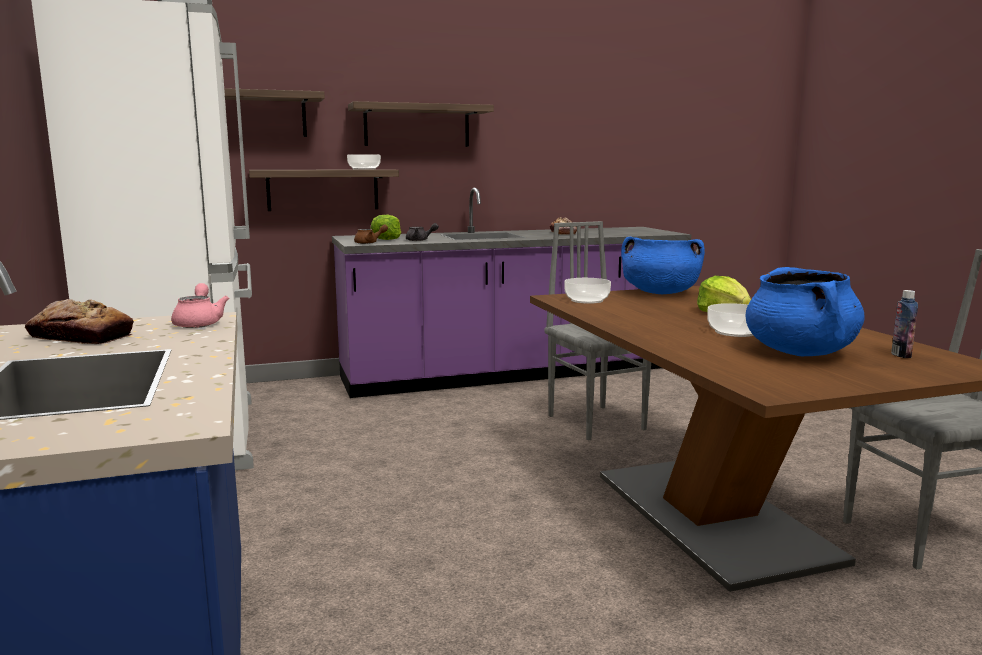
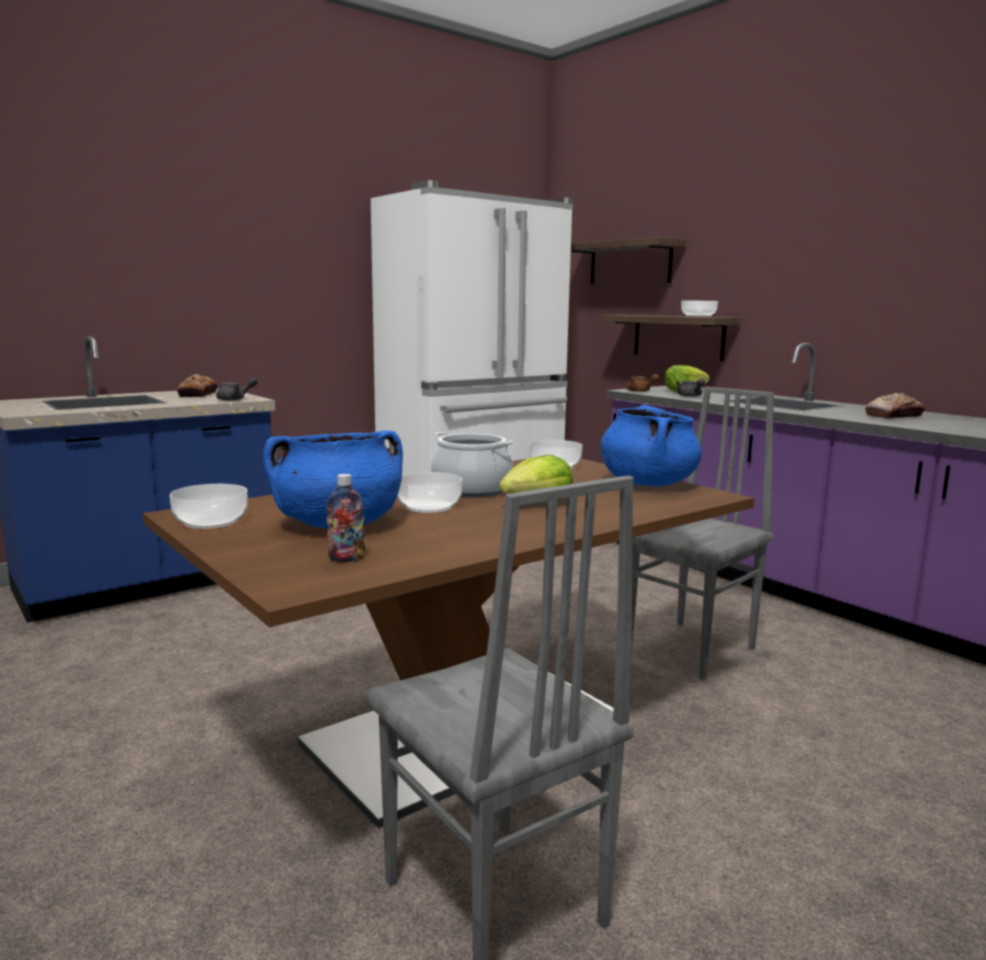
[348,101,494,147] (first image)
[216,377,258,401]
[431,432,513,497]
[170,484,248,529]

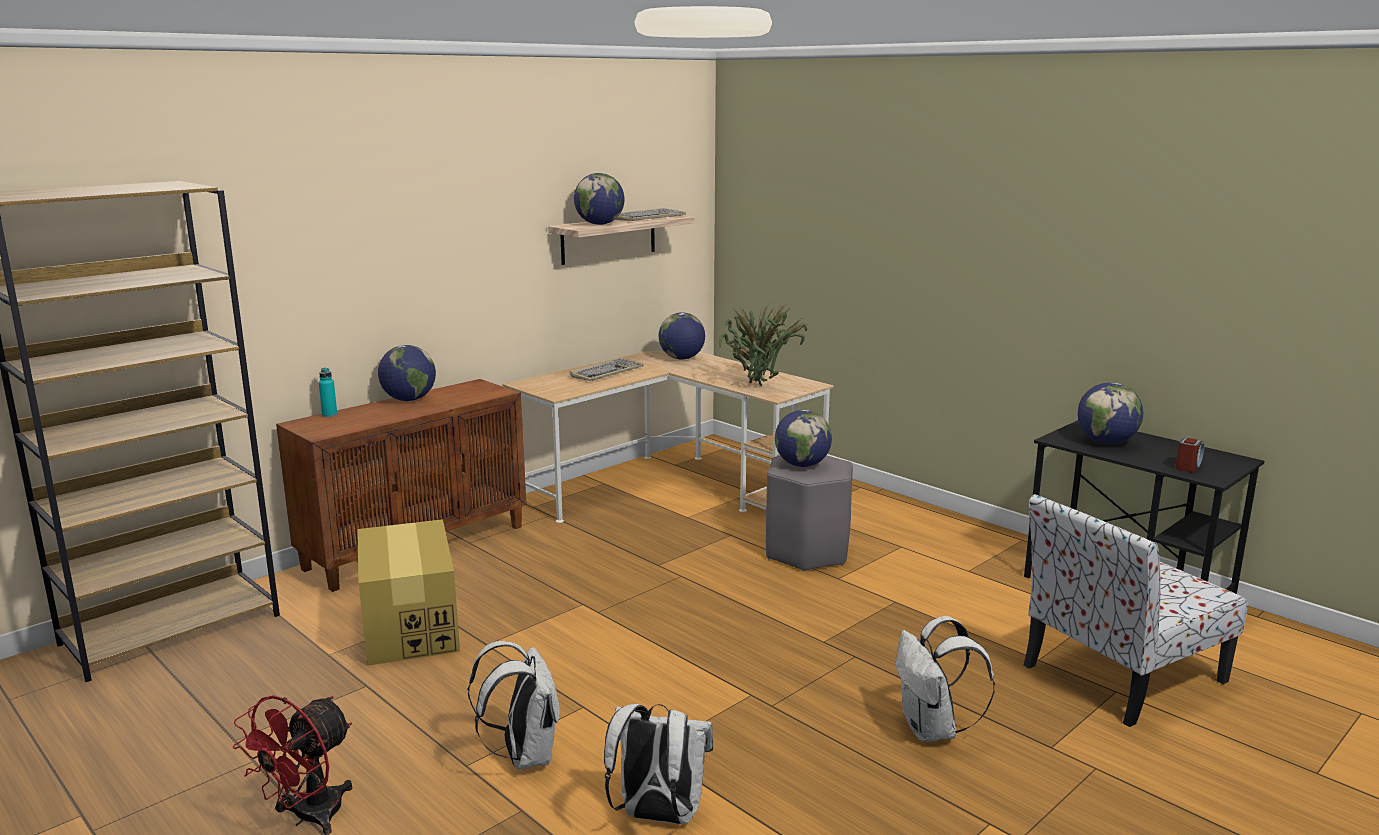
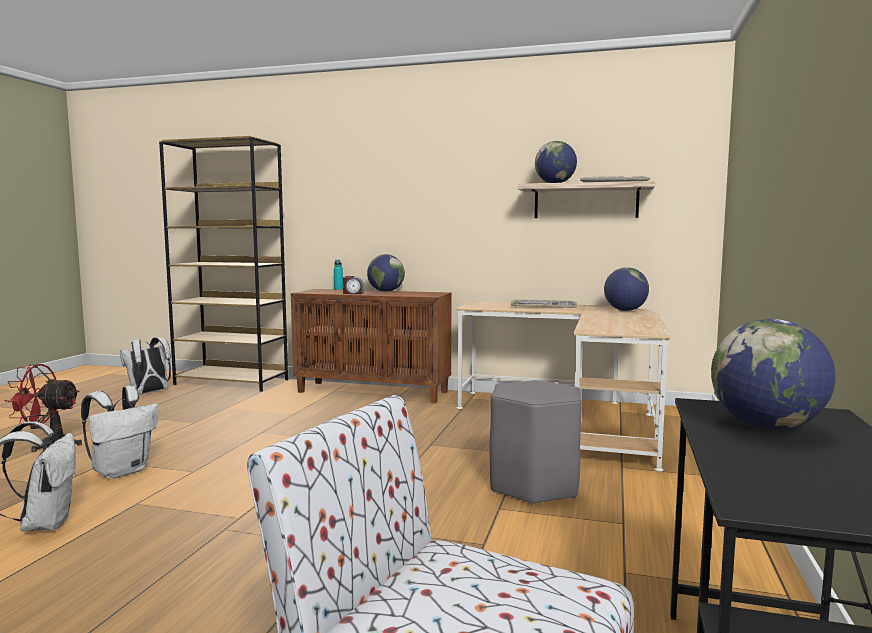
[719,301,808,386] (first image)
[775,410,832,467] (first image)
[343,276,364,294]
[357,519,460,666] (first image)
[120,337,171,394]

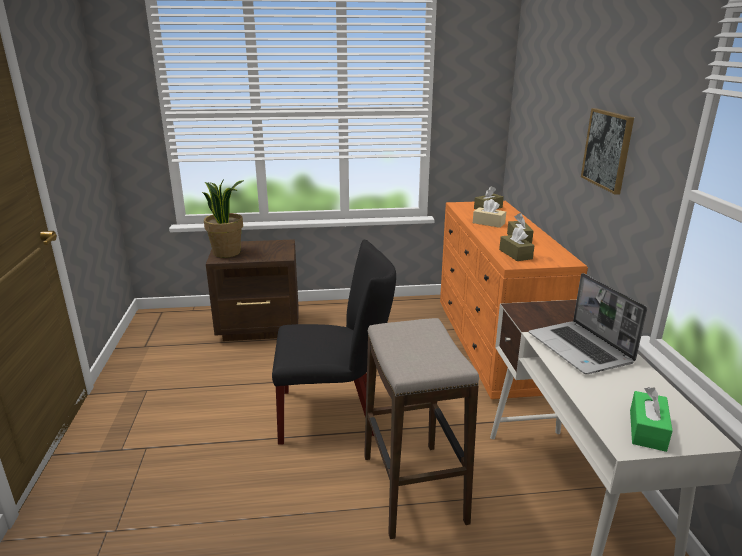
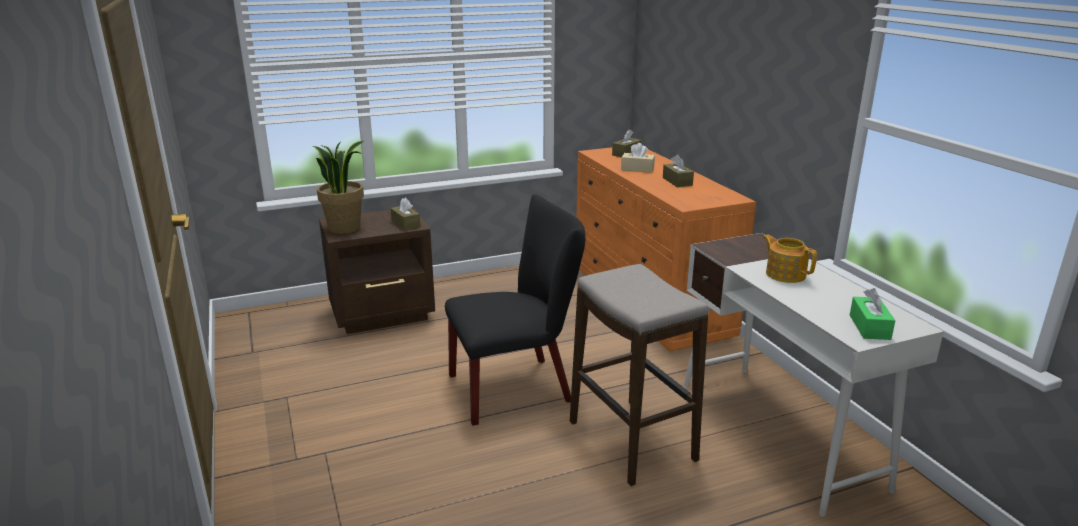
[581,108,634,195] (first image)
[390,198,420,230]
[763,234,817,283]

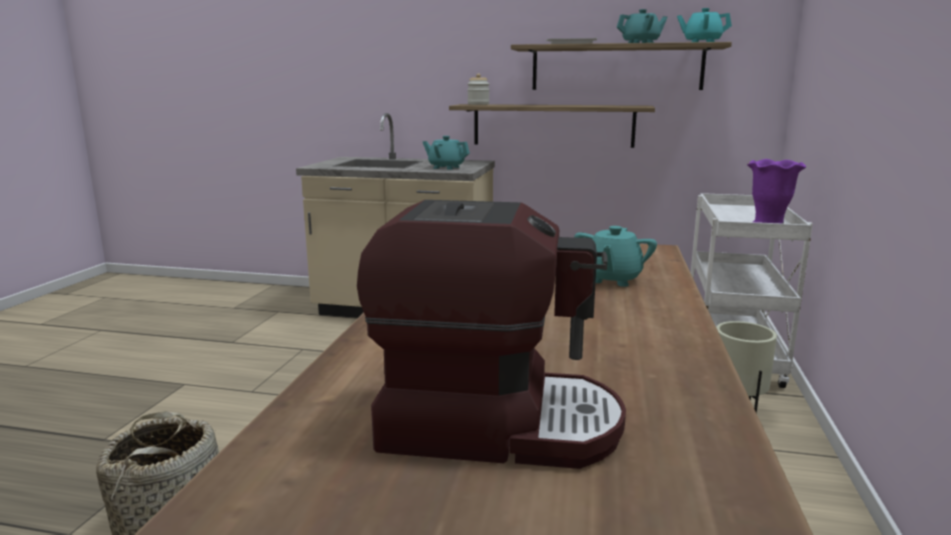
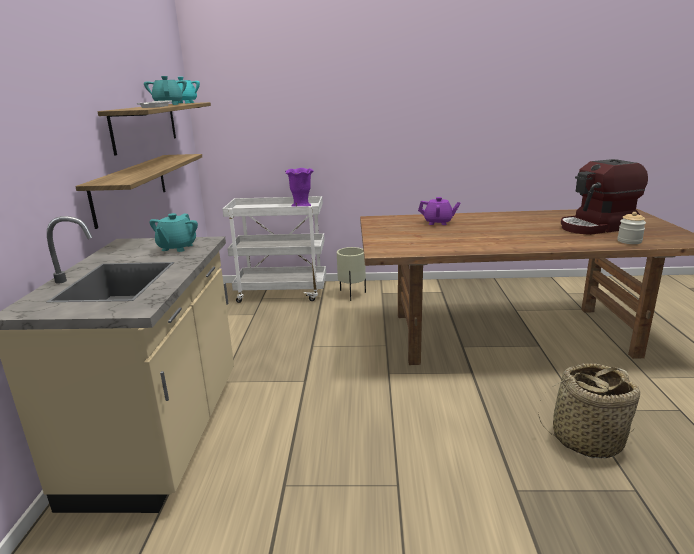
[617,212,646,244]
[561,159,648,235]
[418,197,460,225]

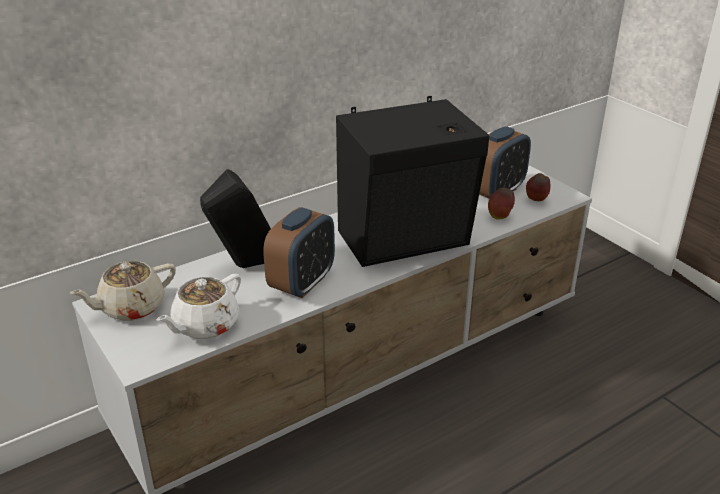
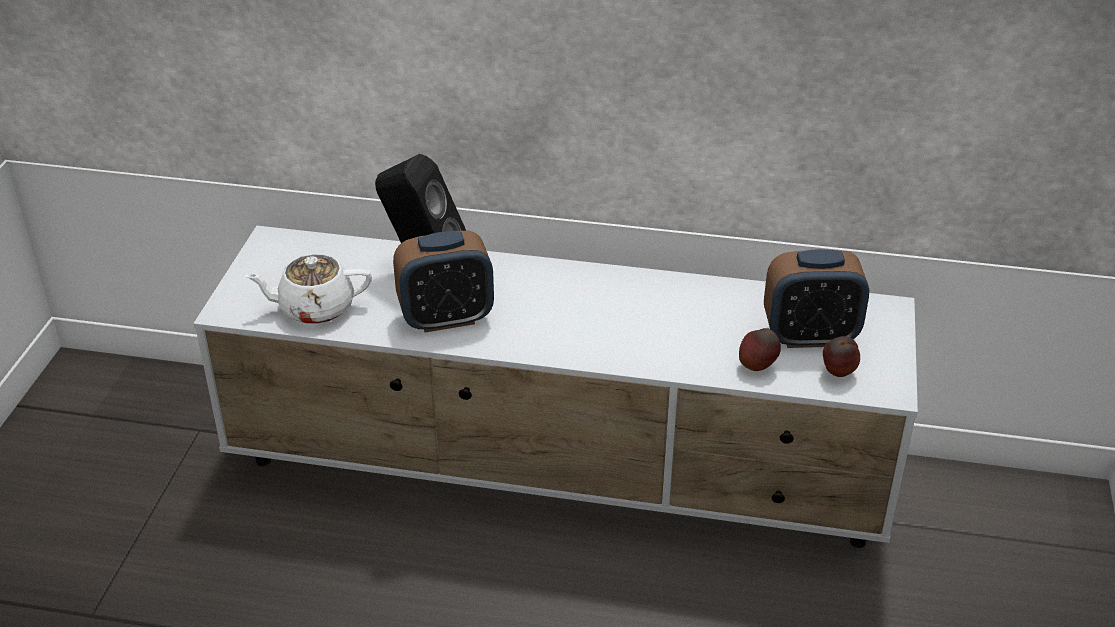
[336,96,489,267] (first image)
[70,261,176,321] (first image)

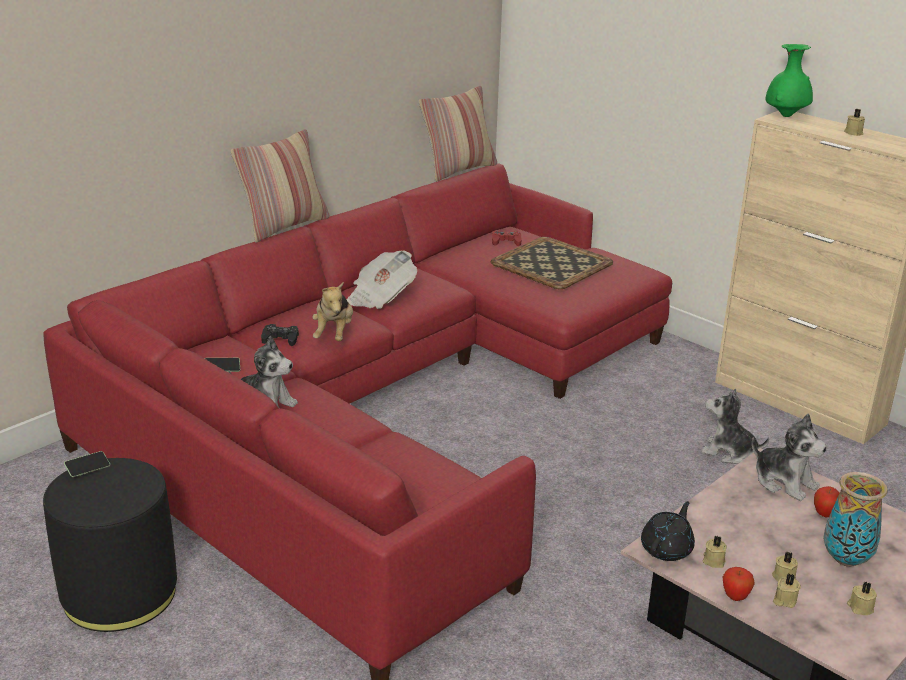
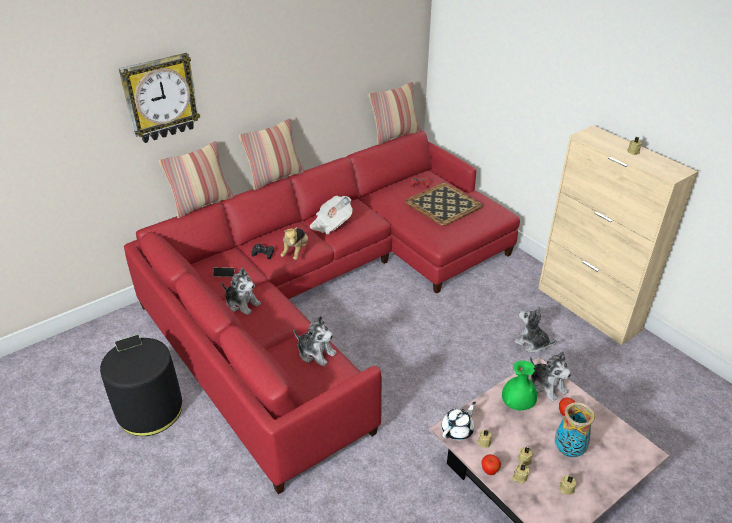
[502,361,537,410]
[442,402,476,440]
[119,53,200,143]
[159,141,234,219]
[293,316,337,367]

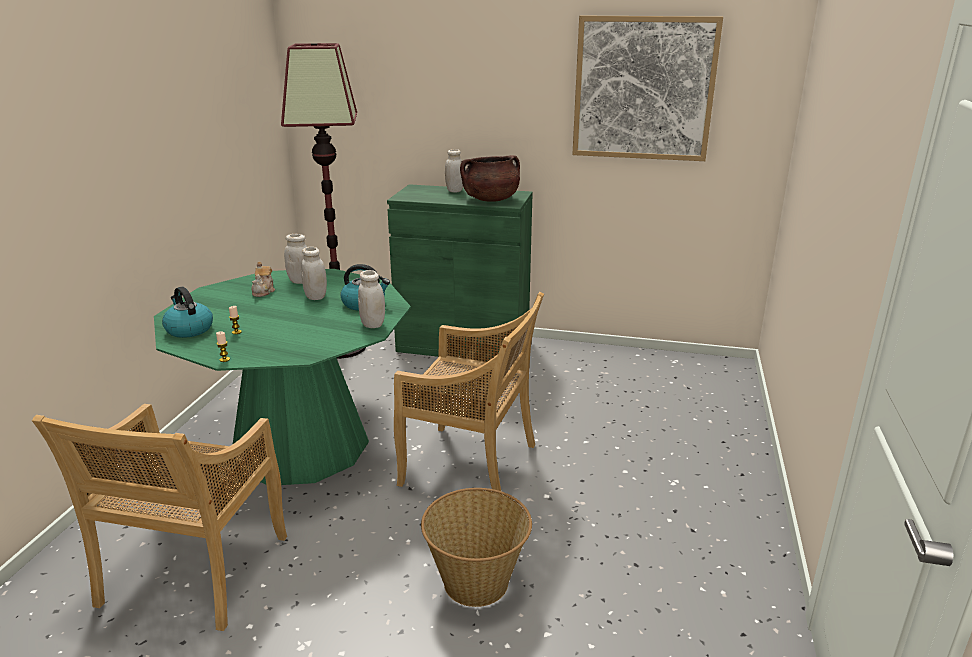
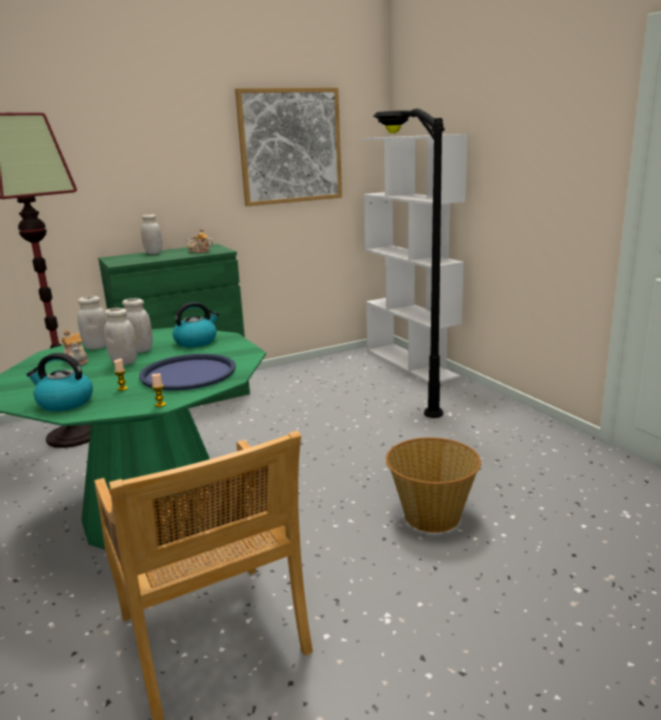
[185,228,213,253]
[104,308,137,365]
[394,292,544,495] (first image)
[373,108,445,418]
[362,134,468,383]
[139,354,236,390]

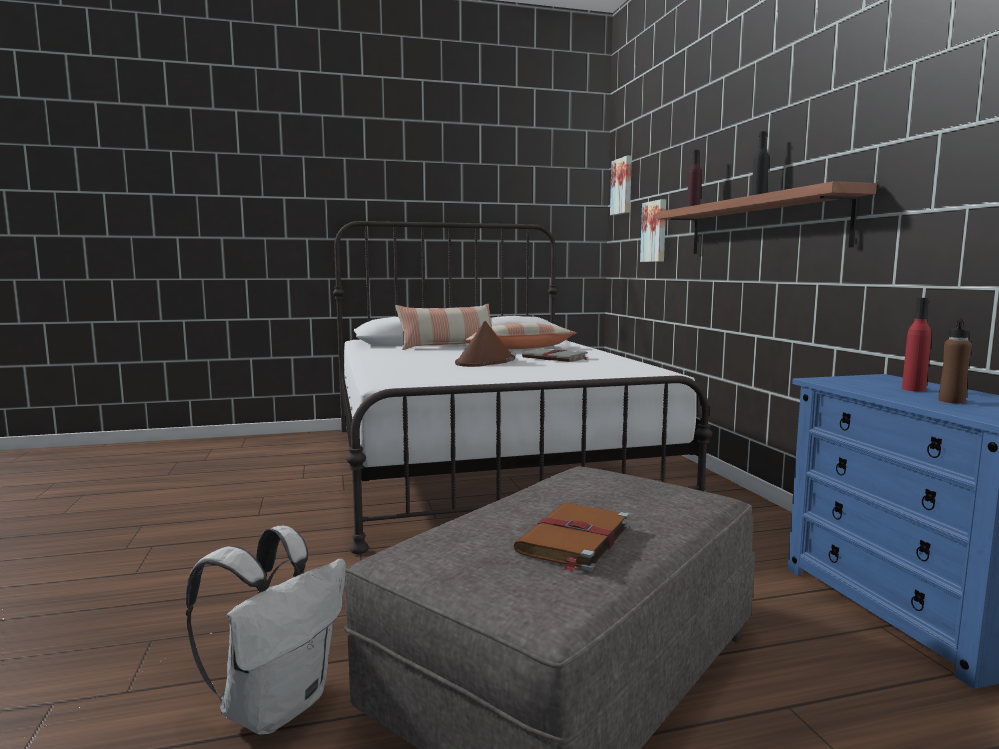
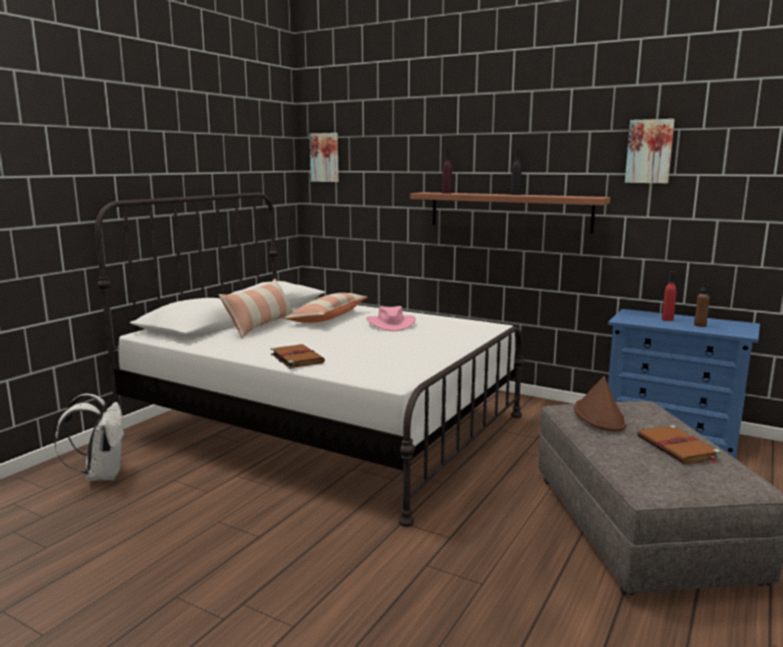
[625,119,675,183]
[574,376,626,432]
[366,306,416,331]
[54,394,125,481]
[271,344,325,369]

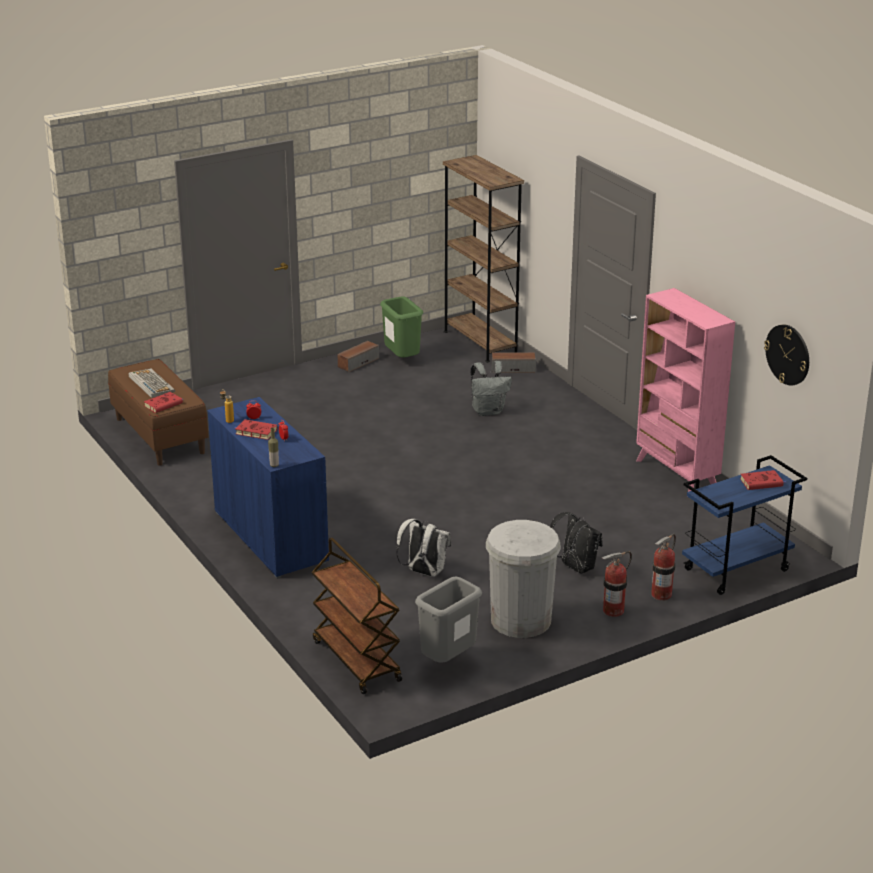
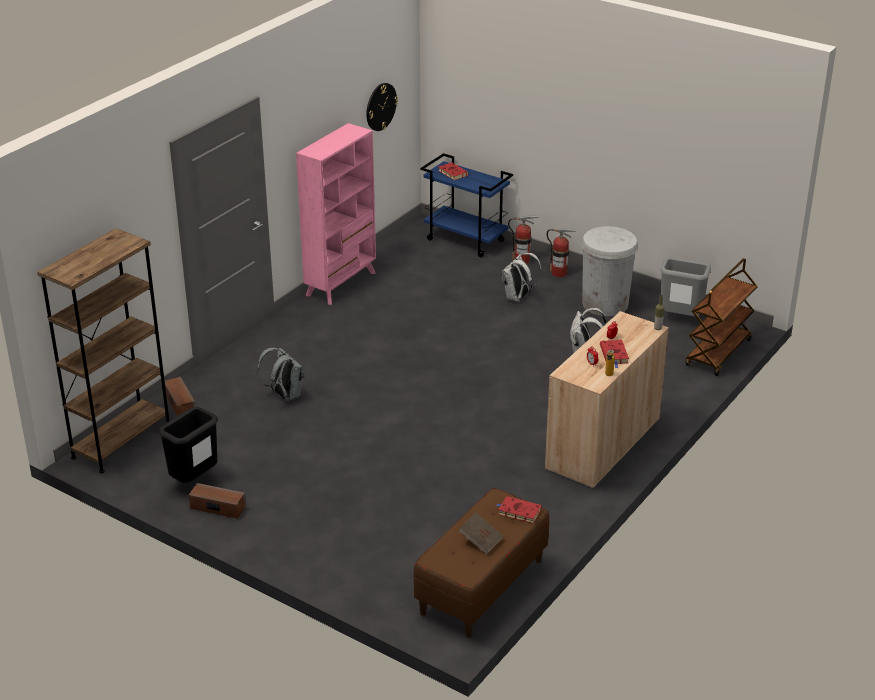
[158,407,218,483]
[458,513,503,554]
[545,311,669,489]
[502,253,542,302]

